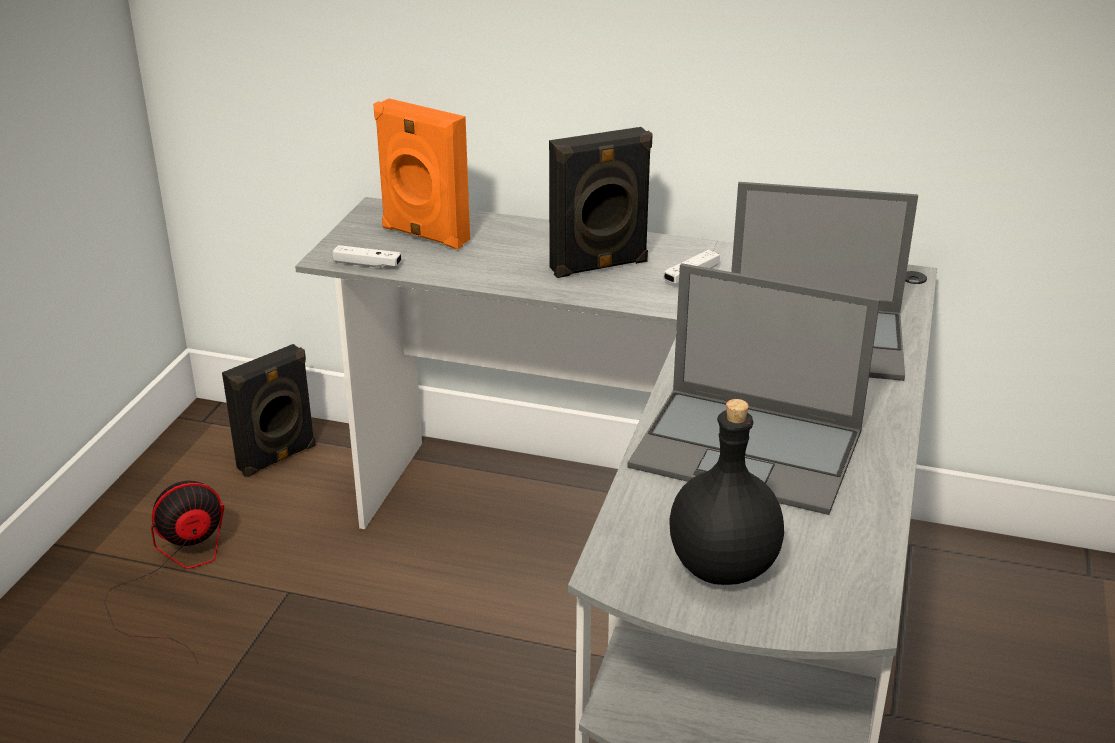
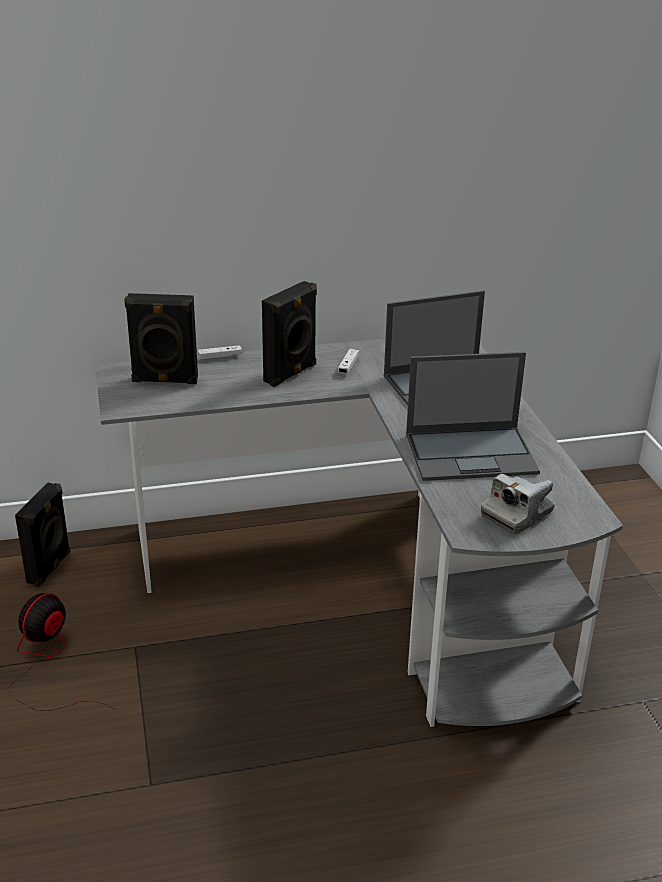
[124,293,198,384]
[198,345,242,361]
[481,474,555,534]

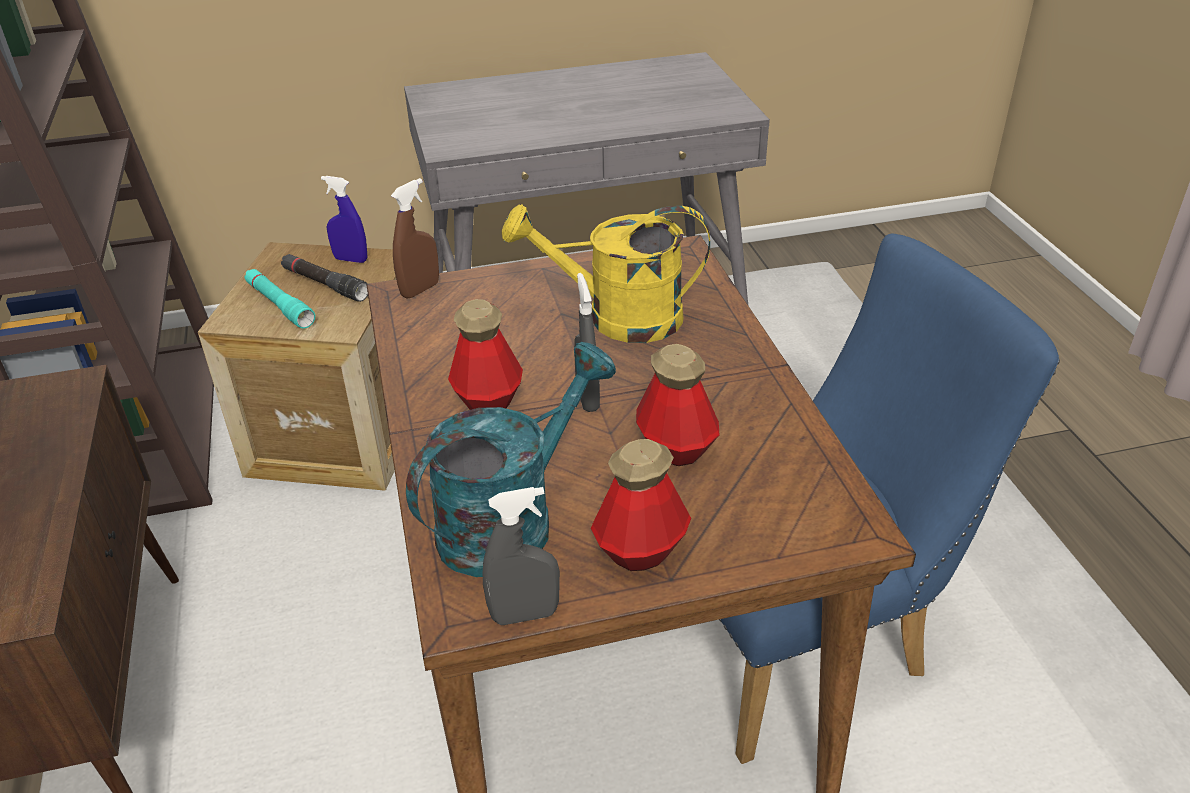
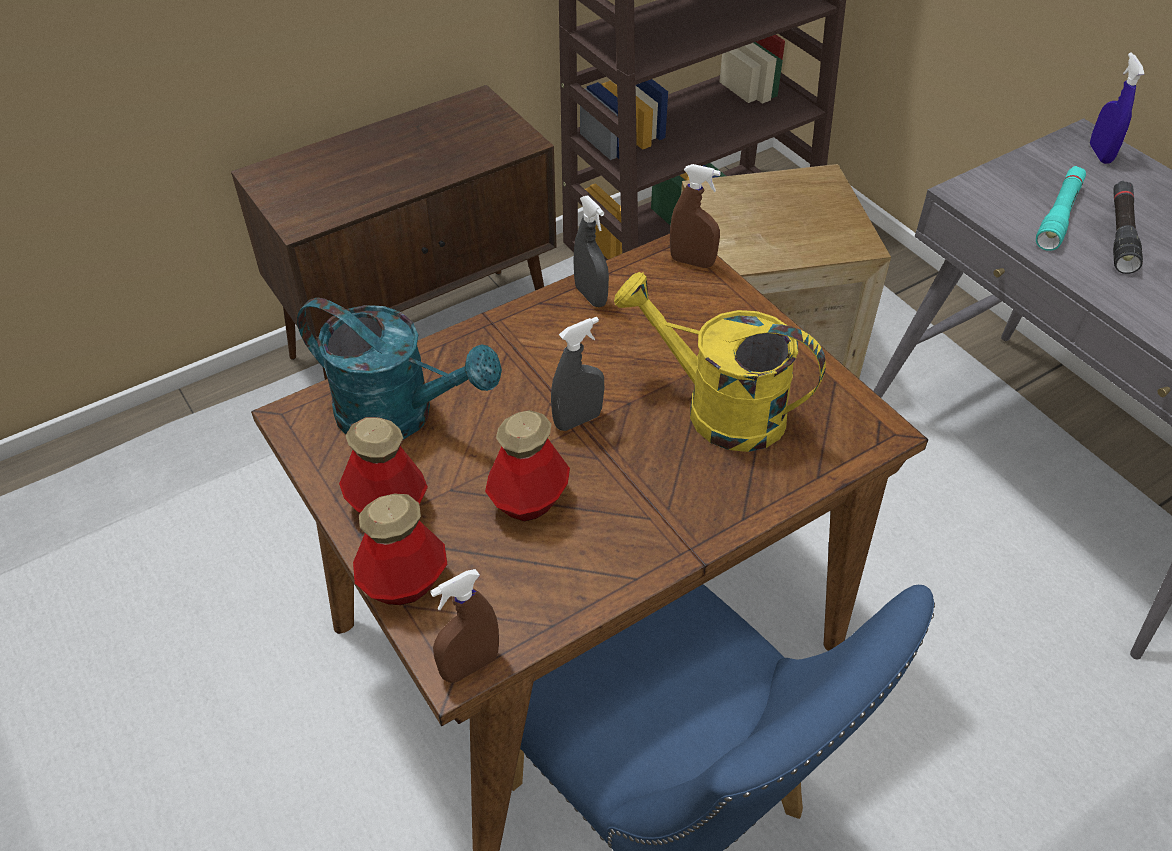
[1090,52,1144,164]
[614,272,826,452]
[1113,181,1143,274]
[1036,166,1086,251]
[353,494,447,605]
[574,196,609,307]
[430,569,499,683]

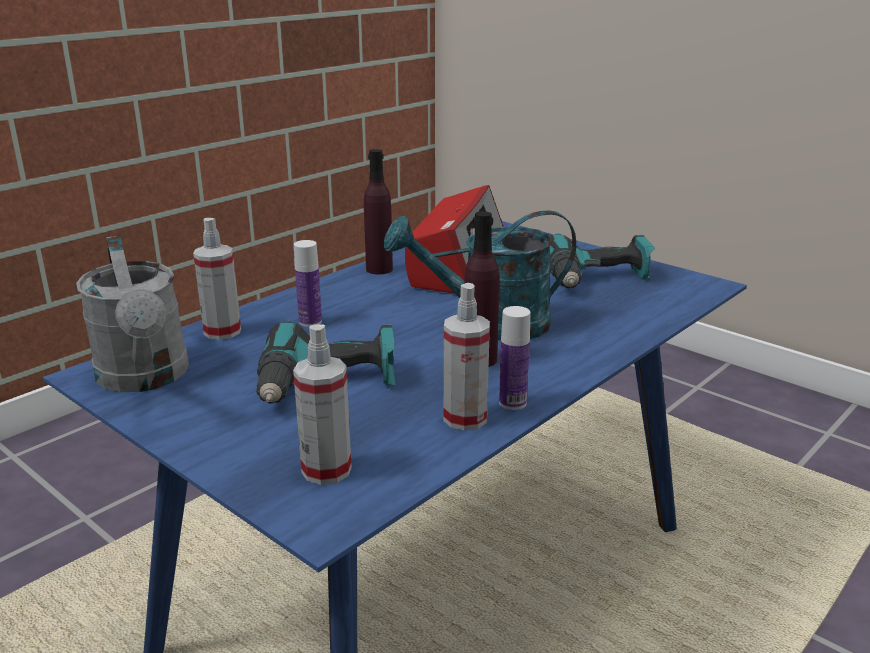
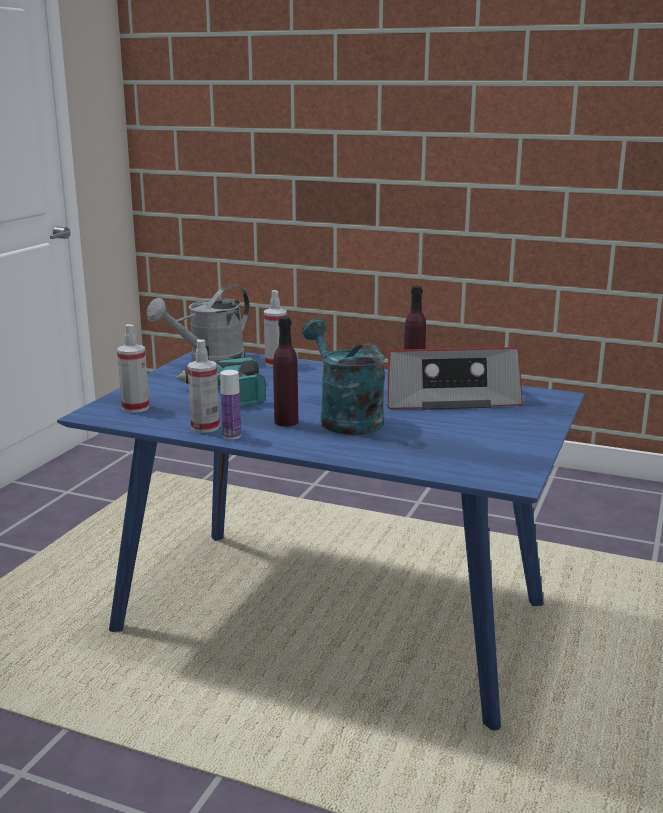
[550,234,655,289] (first image)
[294,240,322,327] (first image)

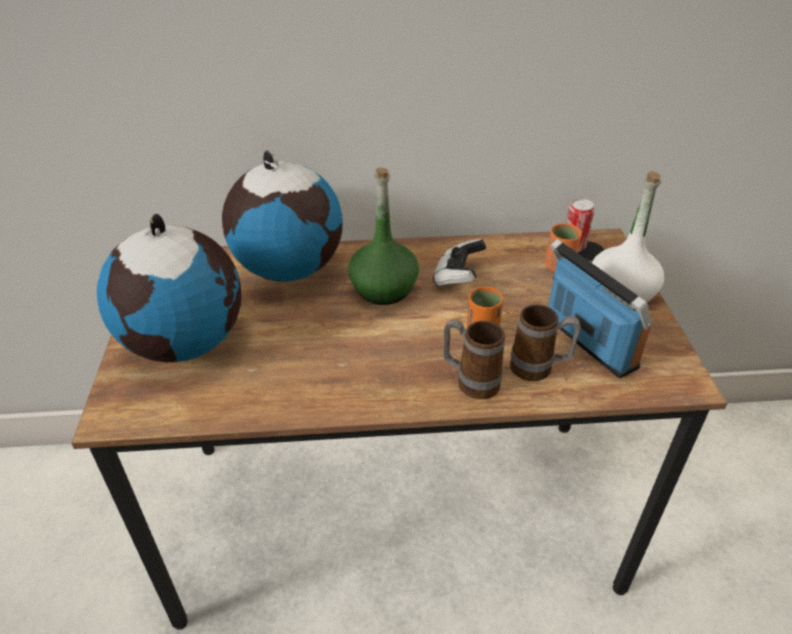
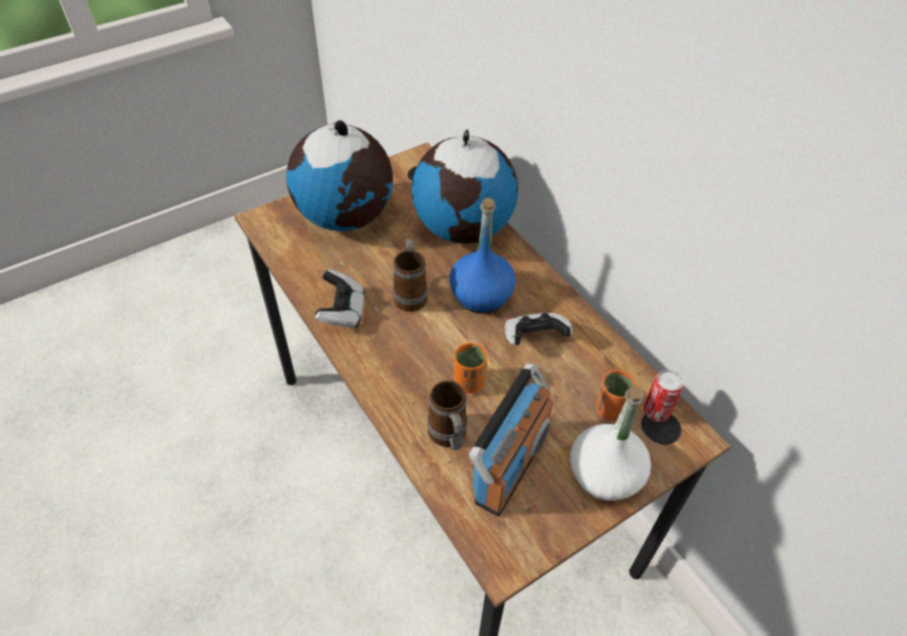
[450,198,516,313]
[393,238,428,312]
[315,269,365,329]

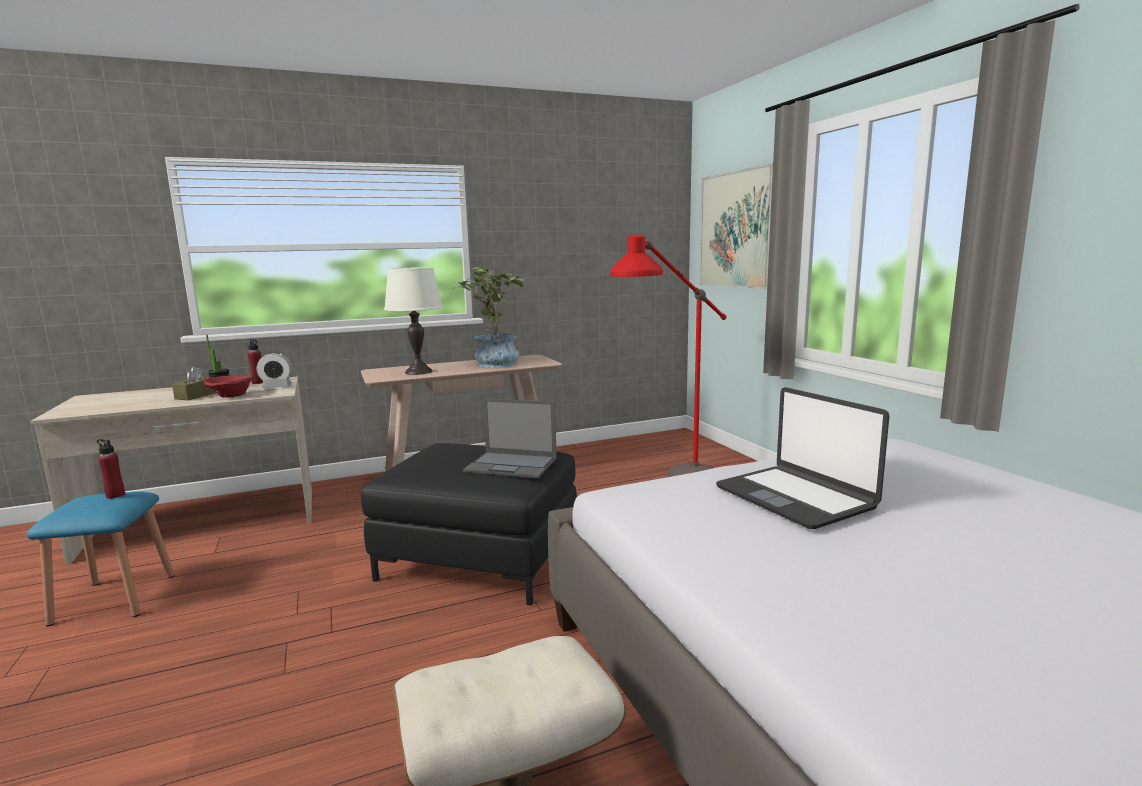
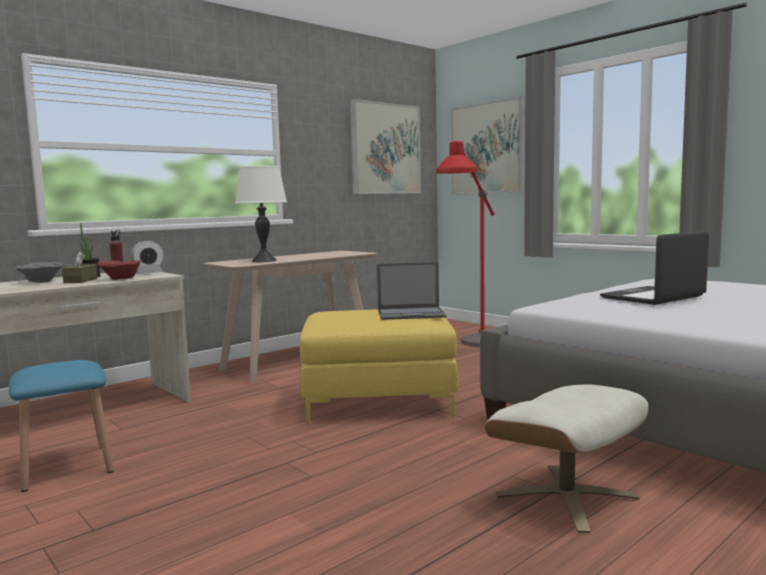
[452,267,524,368] (first image)
[600,231,709,305]
[97,439,125,499] (first image)
[300,309,458,424]
[350,99,421,194]
[15,262,63,283]

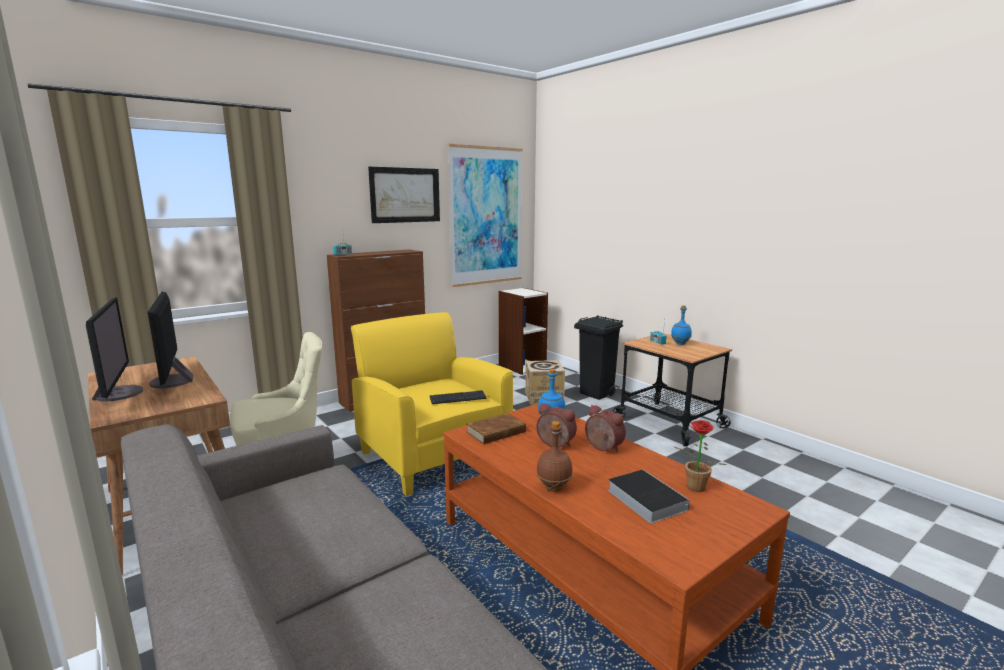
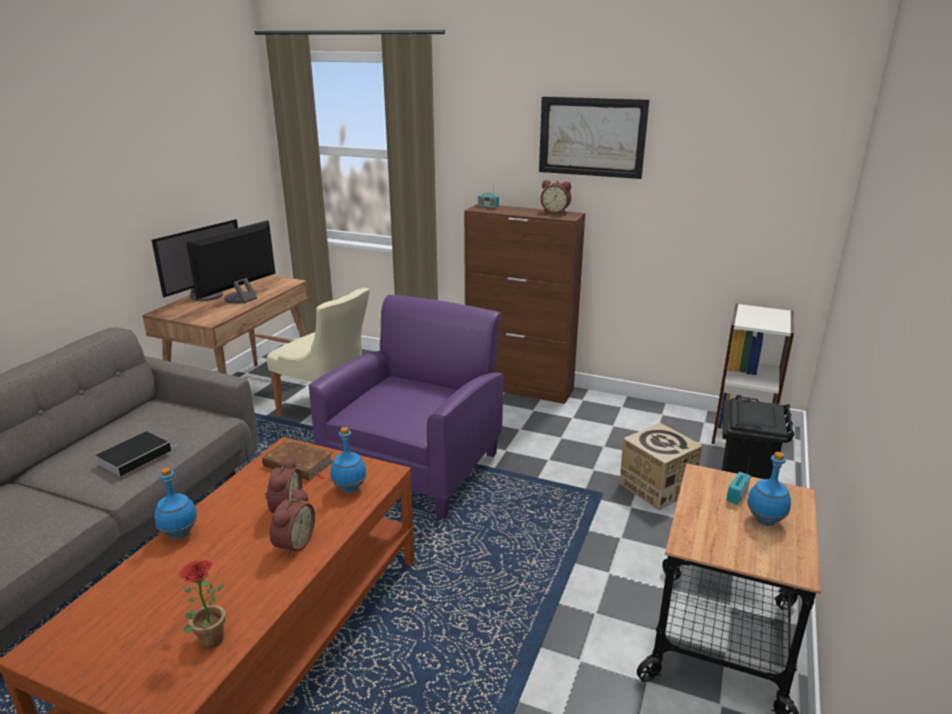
[448,144,523,287] (first image)
[309,295,503,519]
[430,390,487,404] (first image)
[154,467,197,539]
[95,431,178,477]
[541,180,571,214]

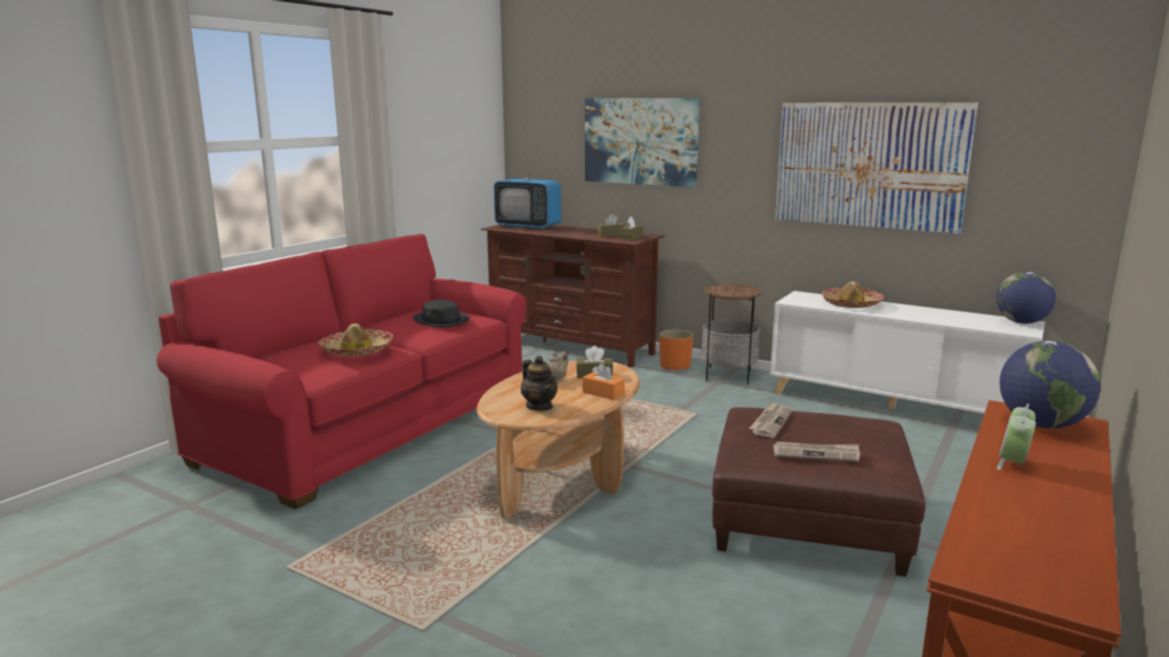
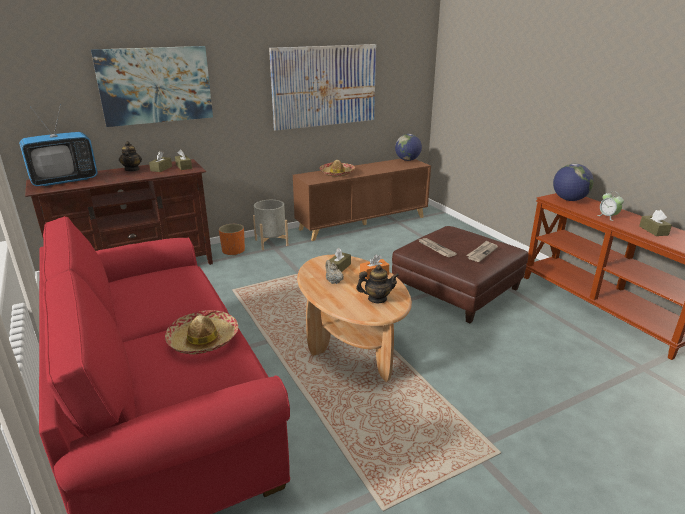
[253,200,289,250]
[293,159,431,241]
[413,300,470,327] (first image)
[119,141,142,171]
[639,210,672,236]

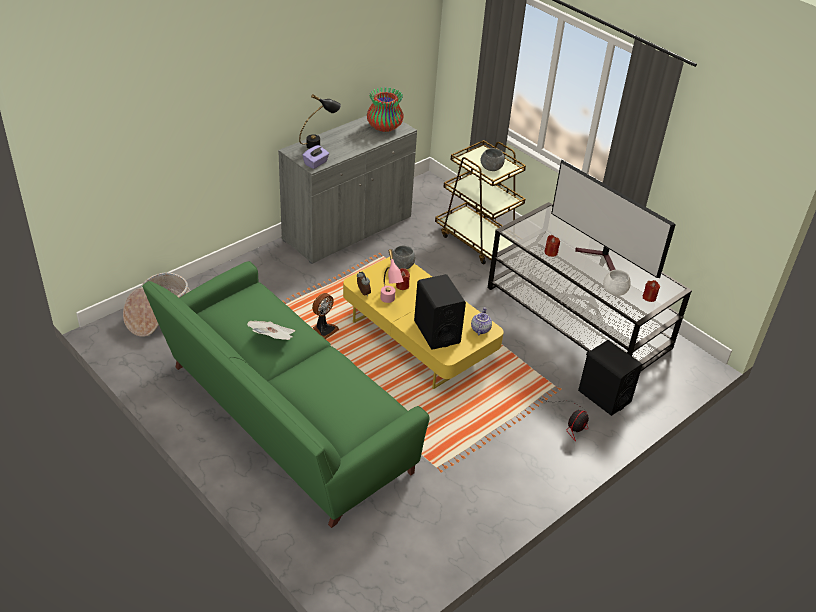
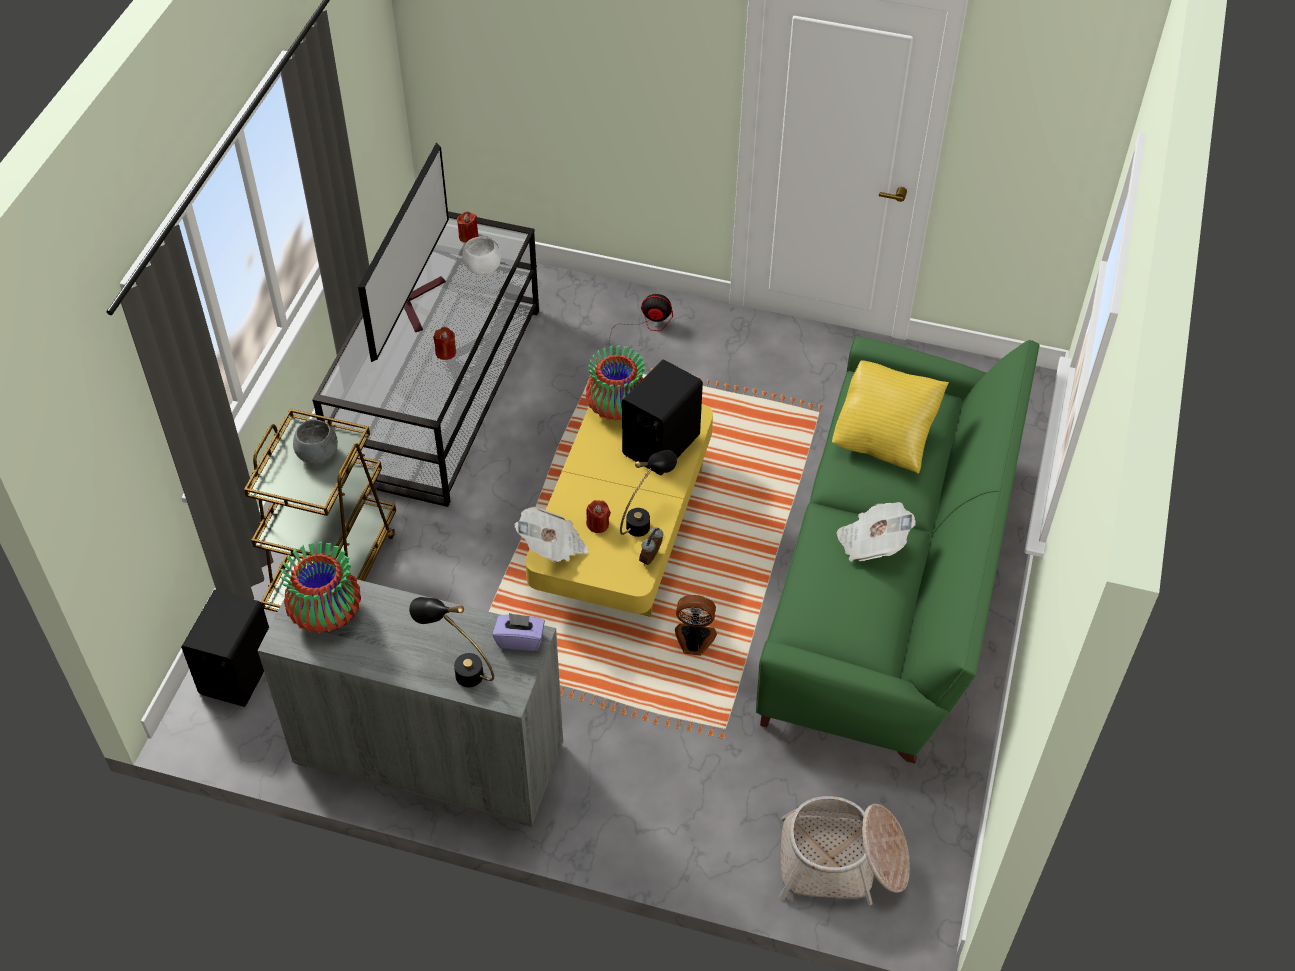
[514,507,589,562]
[620,450,677,537]
[586,345,645,421]
[181,590,269,707]
[832,360,949,474]

